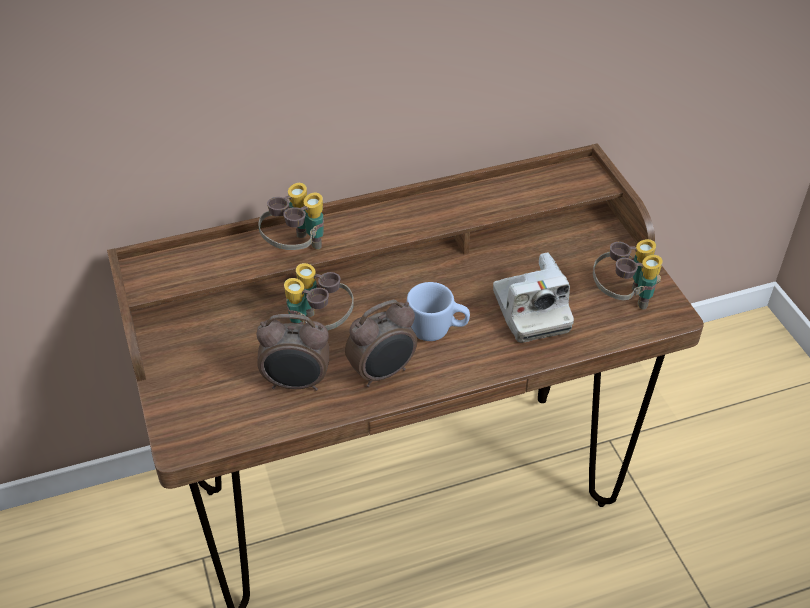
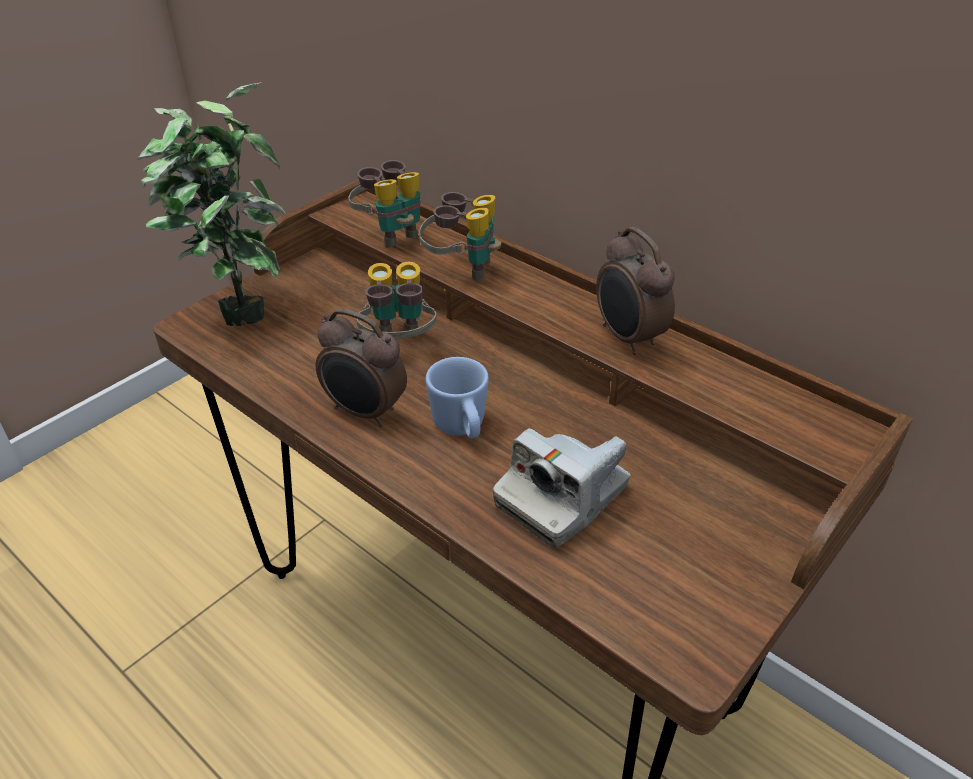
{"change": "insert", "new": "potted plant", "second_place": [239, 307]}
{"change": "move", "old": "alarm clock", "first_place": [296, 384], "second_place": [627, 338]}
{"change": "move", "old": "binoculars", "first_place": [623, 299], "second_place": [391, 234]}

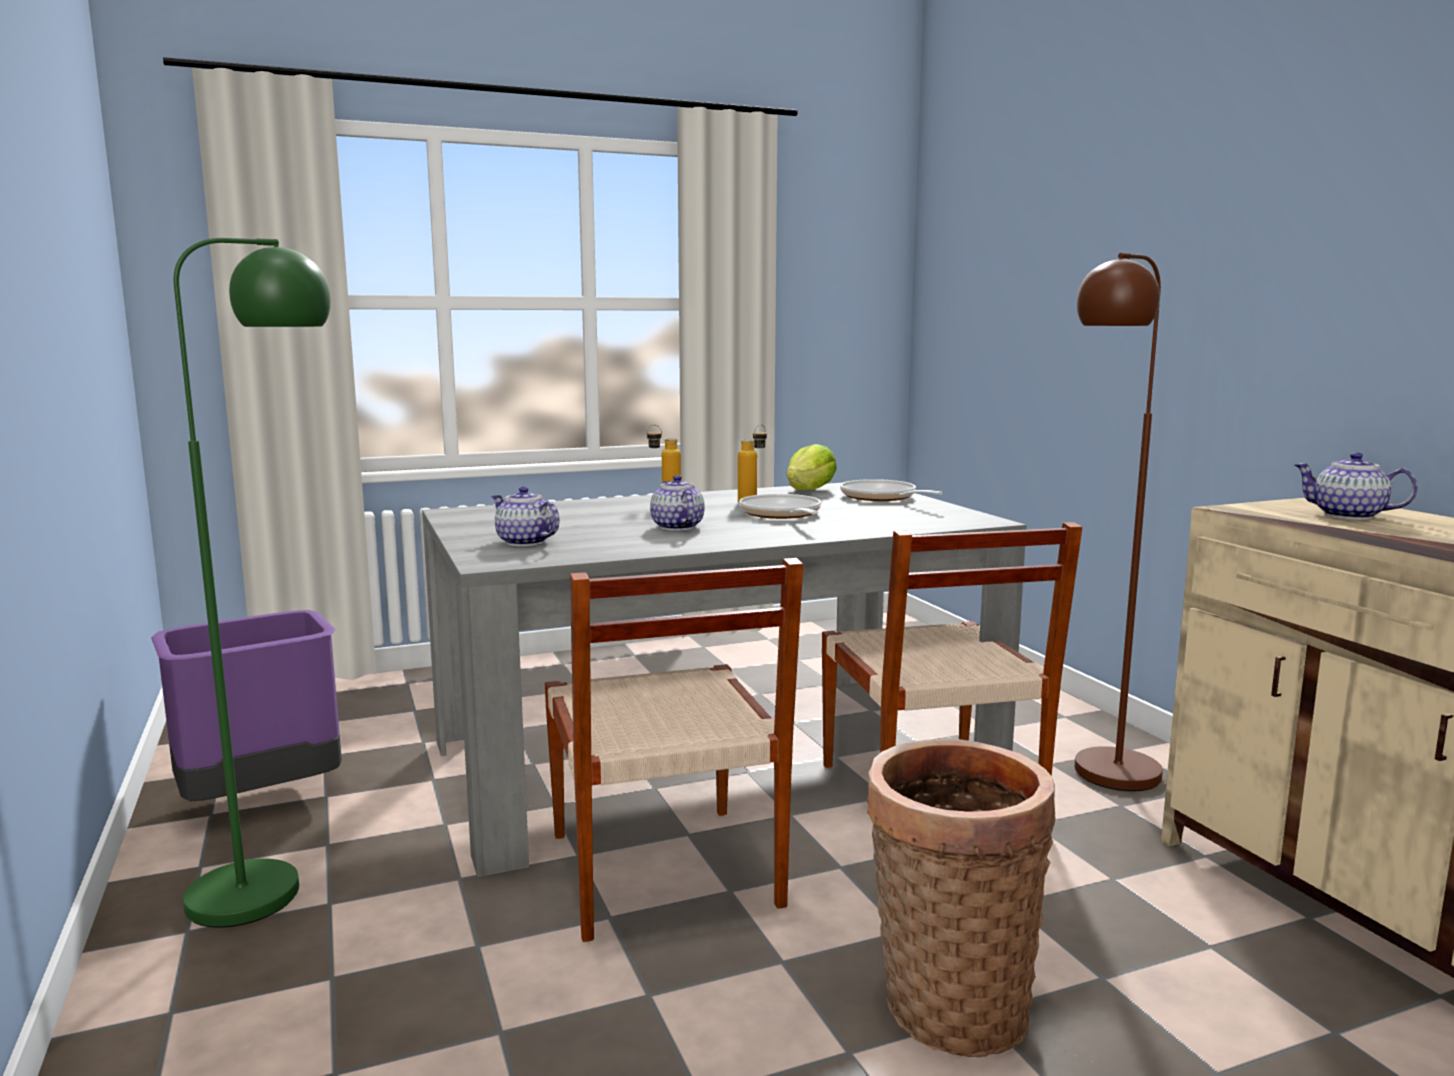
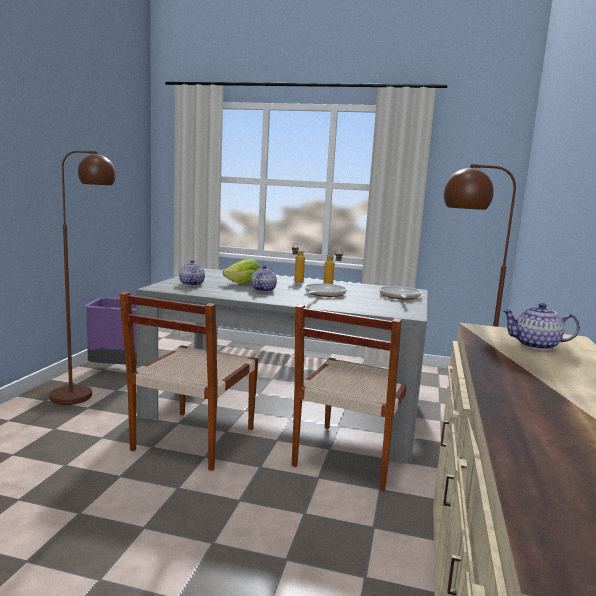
{"change": "delete", "old": "basket", "first_place": [947, 1004]}
{"change": "move", "old": "lettuce", "first_place": [810, 490], "second_place": [244, 284]}
{"change": "recolor", "old": "green floor lamp", "new": "brown floor lamp", "first_place": [278, 888], "second_place": [83, 398]}
{"change": "rotate", "old": "teapot", "first_place": [1349, 516], "second_place": [536, 346], "degrees": -60}

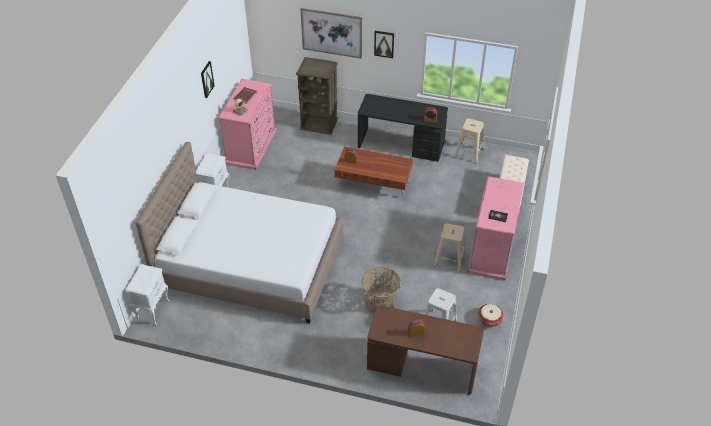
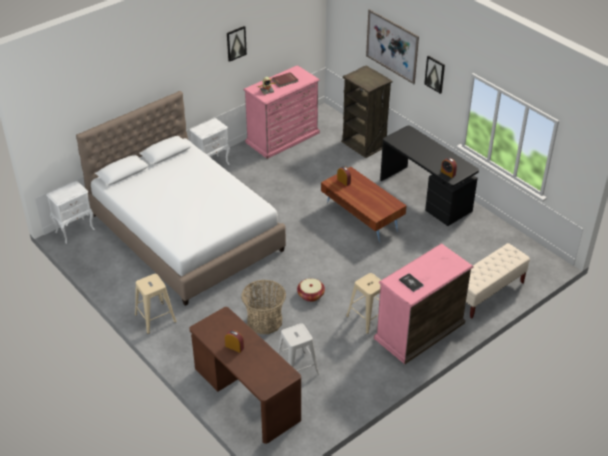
{"change": "move", "old": "beige stool", "first_place": [469, 153], "second_place": [155, 318]}
{"change": "move", "old": "basket", "first_place": [489, 319], "second_place": [310, 295]}

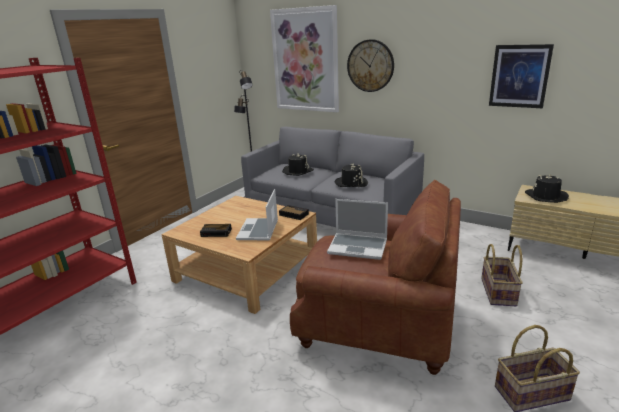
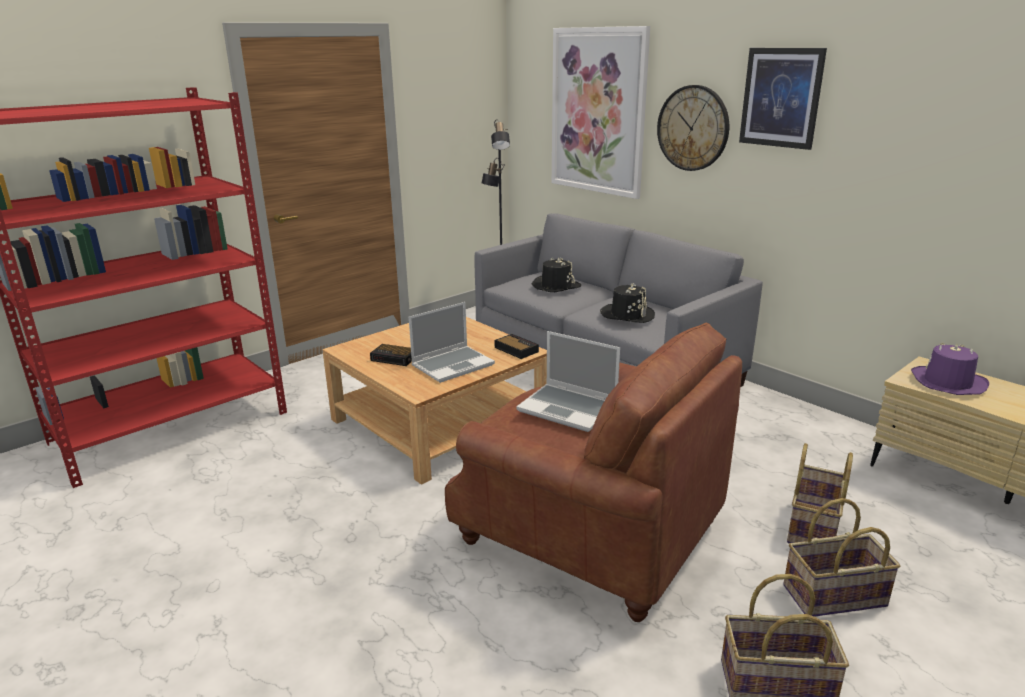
{"change": "insert", "new": "basket", "second_place": [834, 597]}
{"change": "move", "old": "picture", "first_place": [519, 76], "second_place": [781, 98]}
{"change": "recolor", "old": "black hat", "new": "purple hat", "first_place": [545, 196], "second_place": [947, 382]}
{"change": "rotate", "old": "laptop", "first_place": [258, 230], "second_place": [453, 365], "degrees": -150}

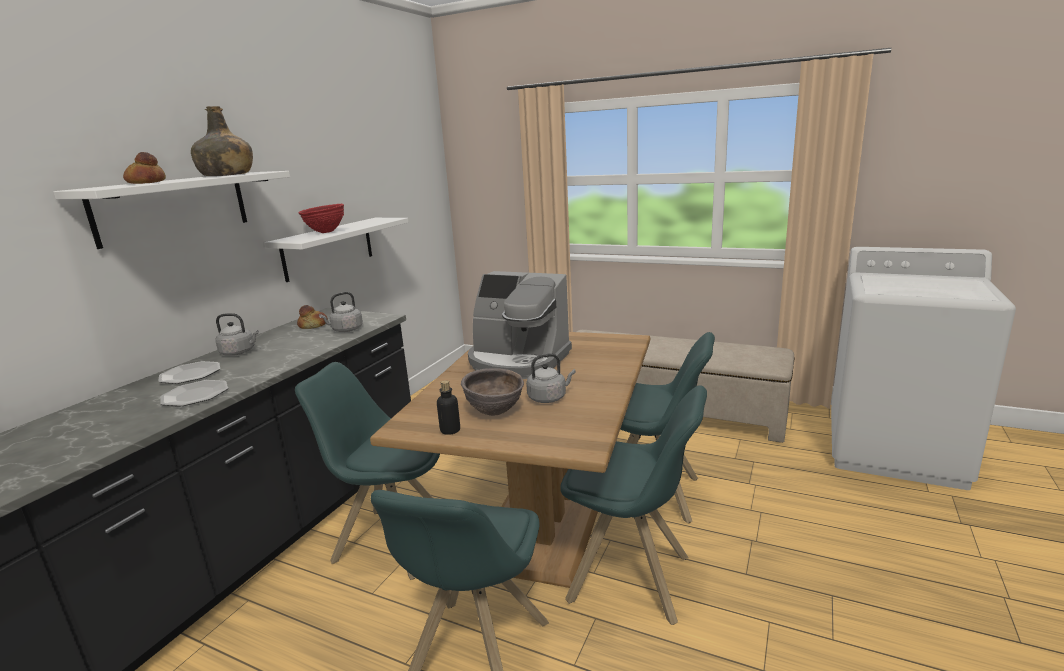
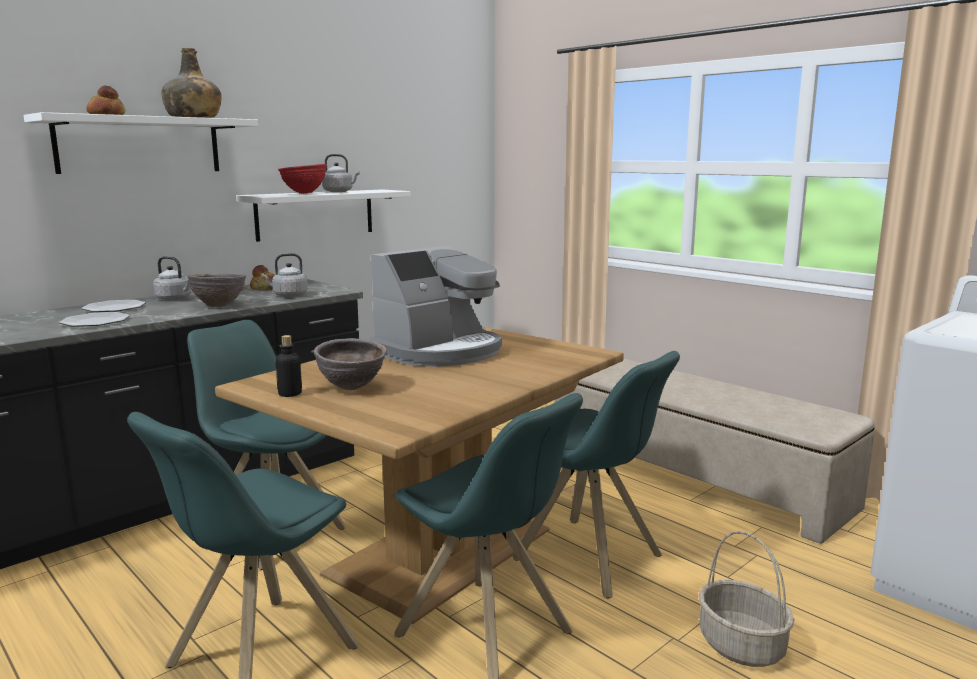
{"change": "insert", "new": "brown bowl", "second_place": [219, 306]}
{"change": "insert", "new": "basket", "second_place": [740, 645]}
{"change": "move", "old": "grey kettle", "first_place": [549, 398], "second_place": [339, 191]}
{"change": "rotate", "old": "coffee machine", "first_place": [518, 361], "second_place": [439, 352], "degrees": -90}

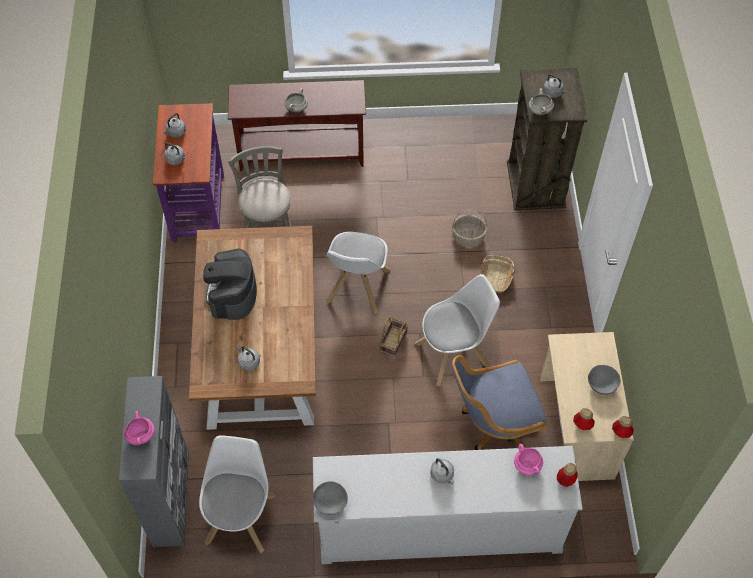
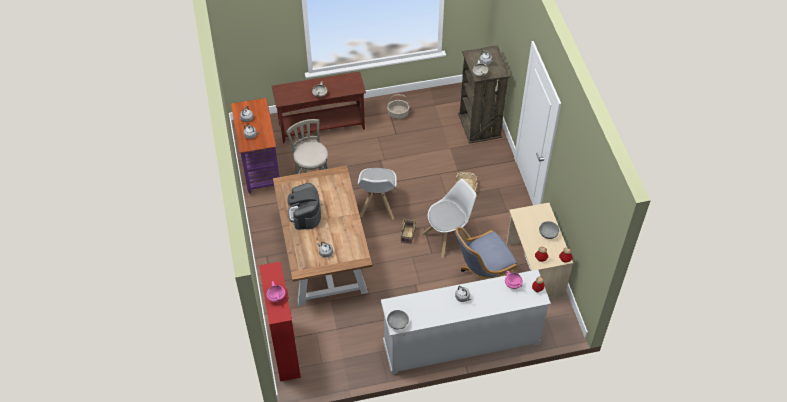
{"change": "delete", "old": "chair", "first_place": [241, 516]}
{"change": "move", "old": "basket", "first_place": [468, 237], "second_place": [398, 114]}
{"change": "recolor", "old": "grey cabinet", "new": "red cabinet", "first_place": [171, 498], "second_place": [285, 350]}

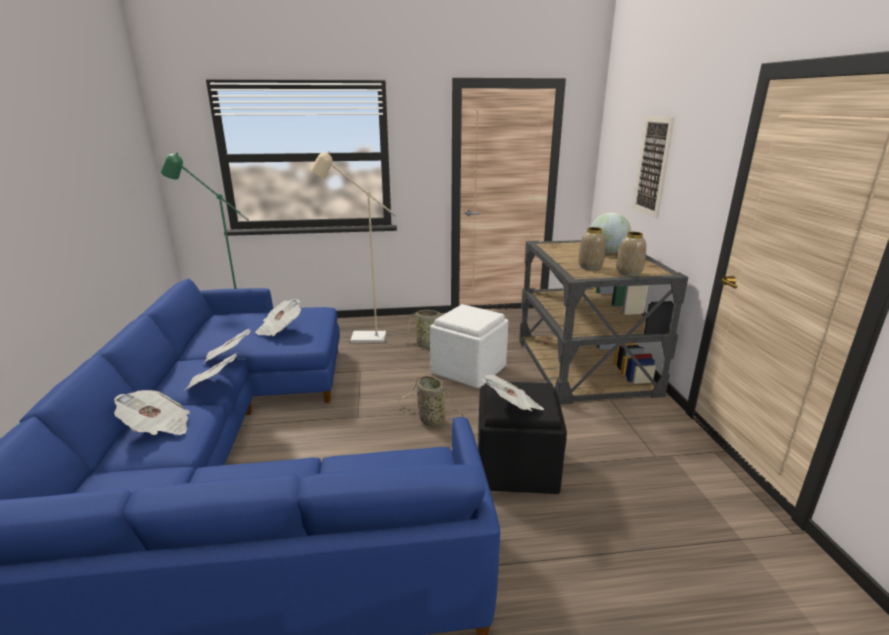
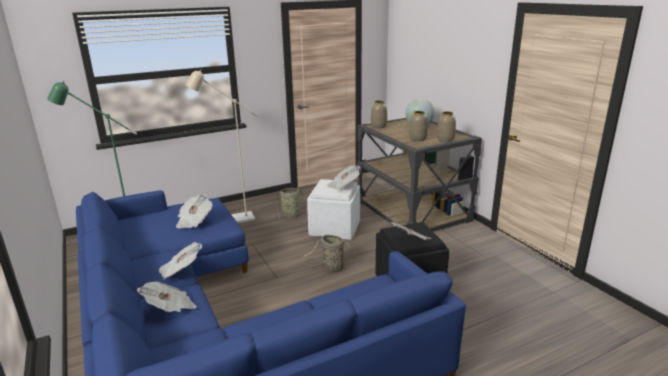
{"change": "delete", "old": "picture", "first_place": [652, 166]}
{"change": "insert", "new": "vase", "second_place": [378, 126]}
{"change": "move", "old": "newspaper", "first_place": [228, 357], "second_place": [343, 185]}

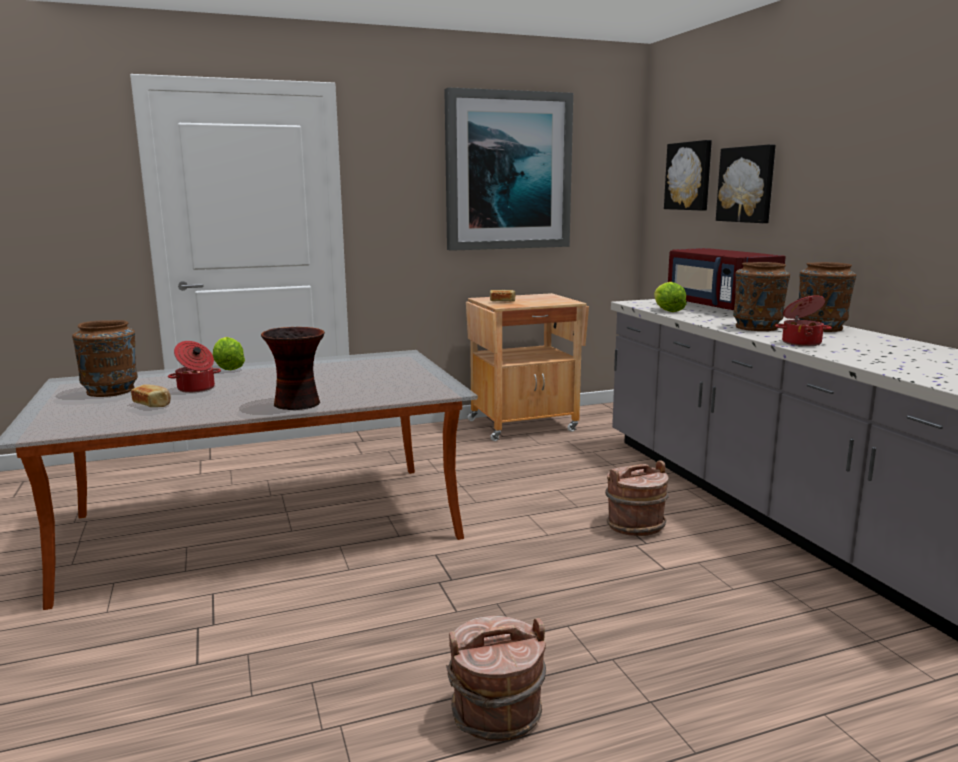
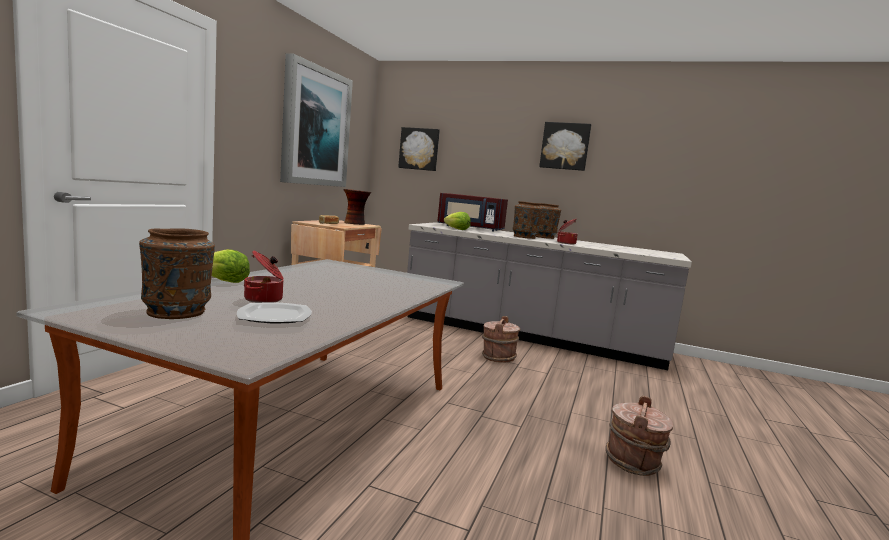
{"change": "move", "old": "vase", "first_place": [298, 404], "second_place": [355, 223]}
{"change": "move", "old": "picture", "first_place": [747, 184], "second_place": [565, 146]}
{"change": "replace", "old": "bread", "new": "plate", "first_place": [153, 404], "second_place": [275, 316]}

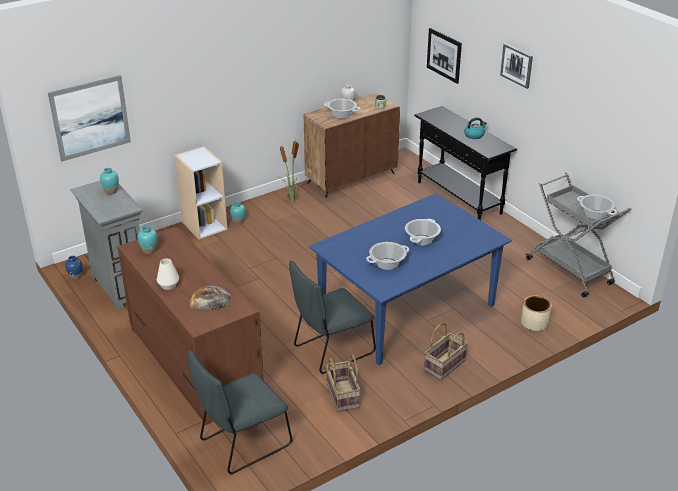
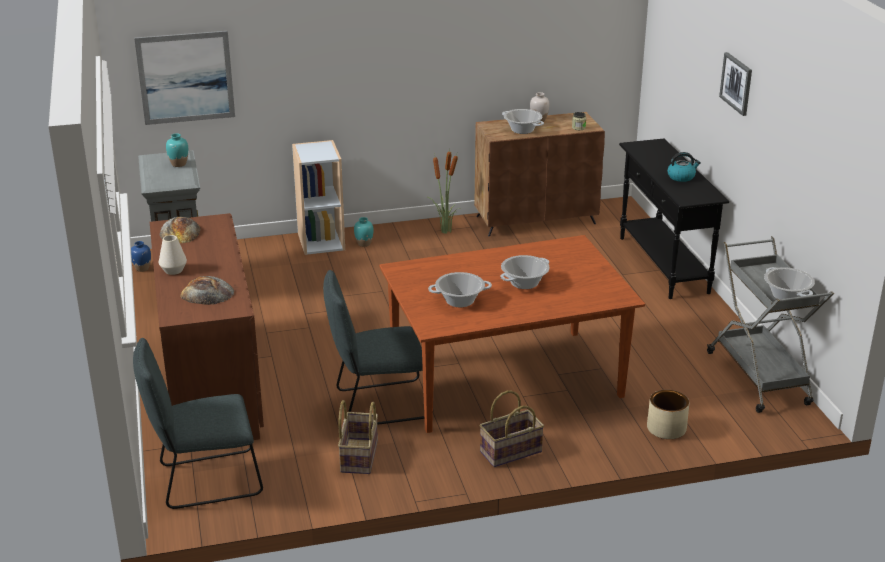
{"change": "delete", "old": "picture", "first_place": [444, 55]}
{"change": "replace", "old": "turquoise vase", "new": "bread", "first_place": [149, 251], "second_place": [180, 232]}
{"change": "recolor", "old": "blue dining table", "new": "brown dining table", "first_place": [407, 309], "second_place": [506, 379]}

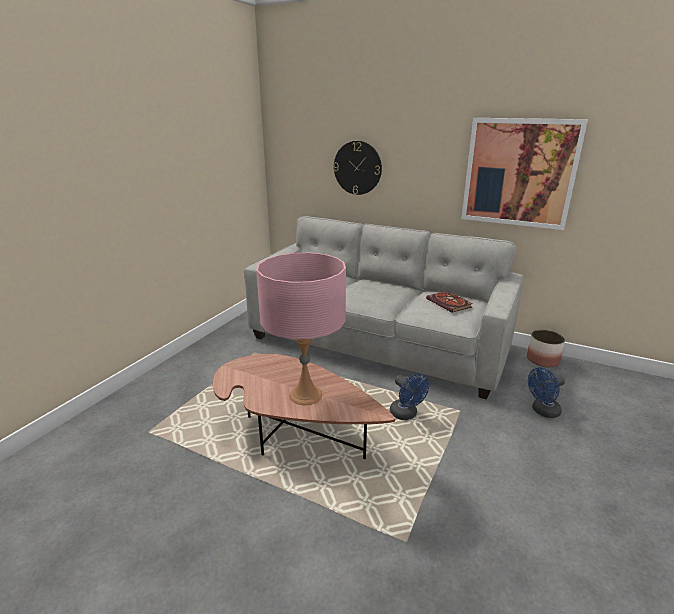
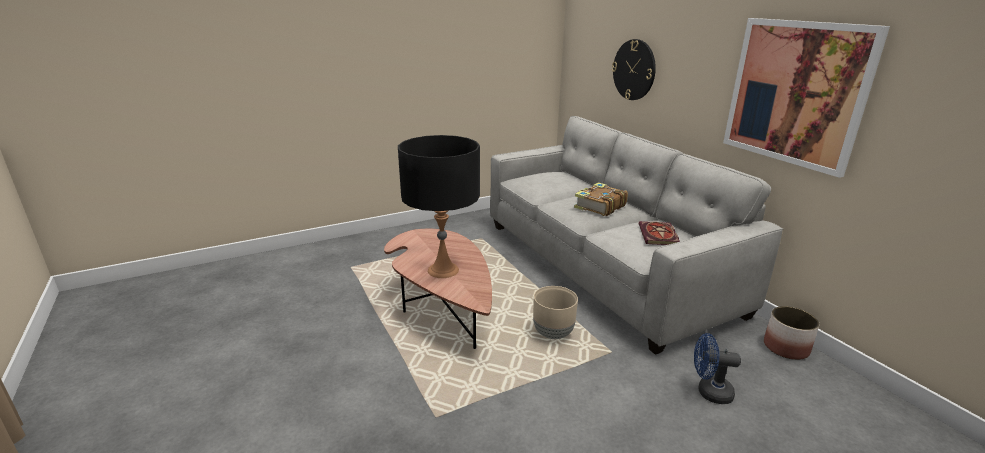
{"change": "insert", "new": "book", "second_place": [599, 206]}
{"change": "replace", "old": "blue fan", "new": "beige planter", "first_place": [406, 414], "second_place": [553, 333]}
{"change": "recolor", "old": "pink table lamp", "new": "black table lamp", "first_place": [306, 395], "second_place": [443, 270]}

